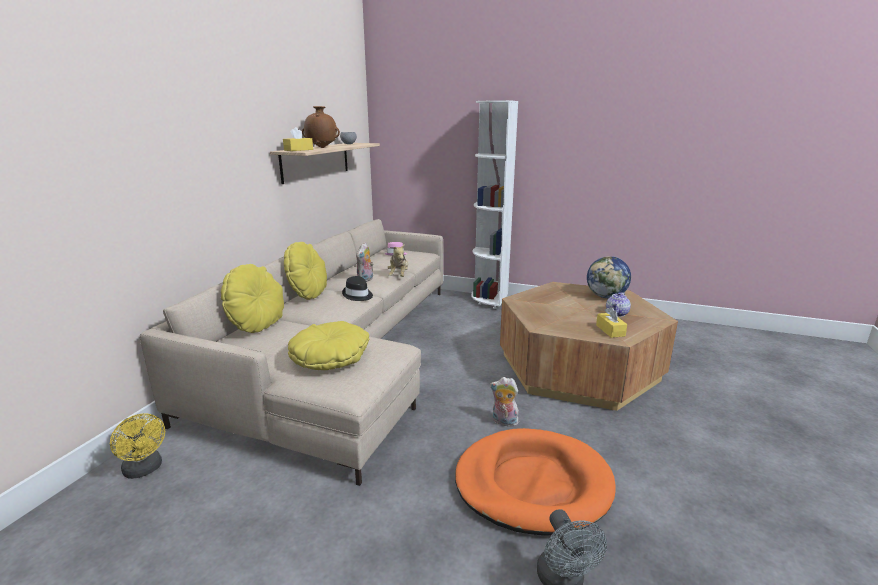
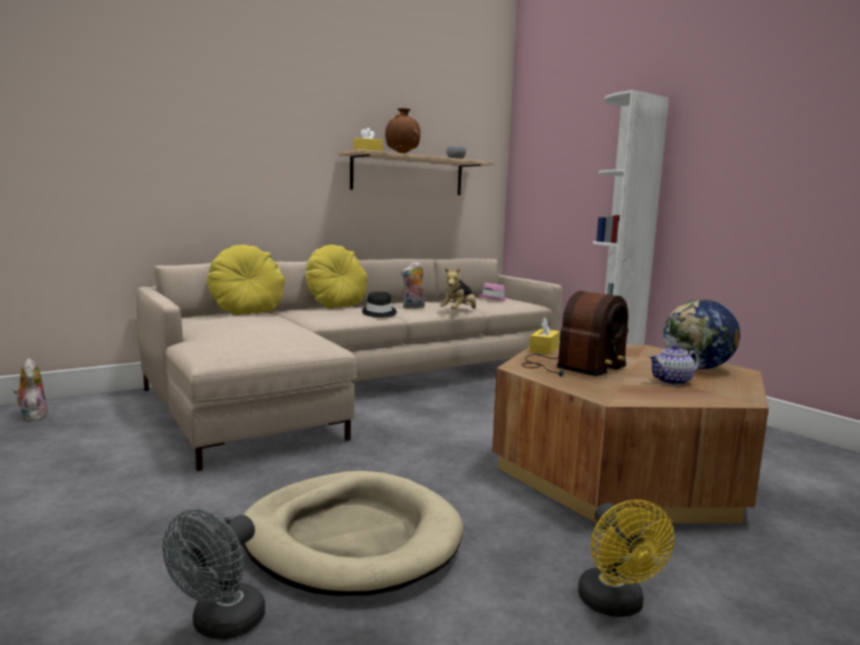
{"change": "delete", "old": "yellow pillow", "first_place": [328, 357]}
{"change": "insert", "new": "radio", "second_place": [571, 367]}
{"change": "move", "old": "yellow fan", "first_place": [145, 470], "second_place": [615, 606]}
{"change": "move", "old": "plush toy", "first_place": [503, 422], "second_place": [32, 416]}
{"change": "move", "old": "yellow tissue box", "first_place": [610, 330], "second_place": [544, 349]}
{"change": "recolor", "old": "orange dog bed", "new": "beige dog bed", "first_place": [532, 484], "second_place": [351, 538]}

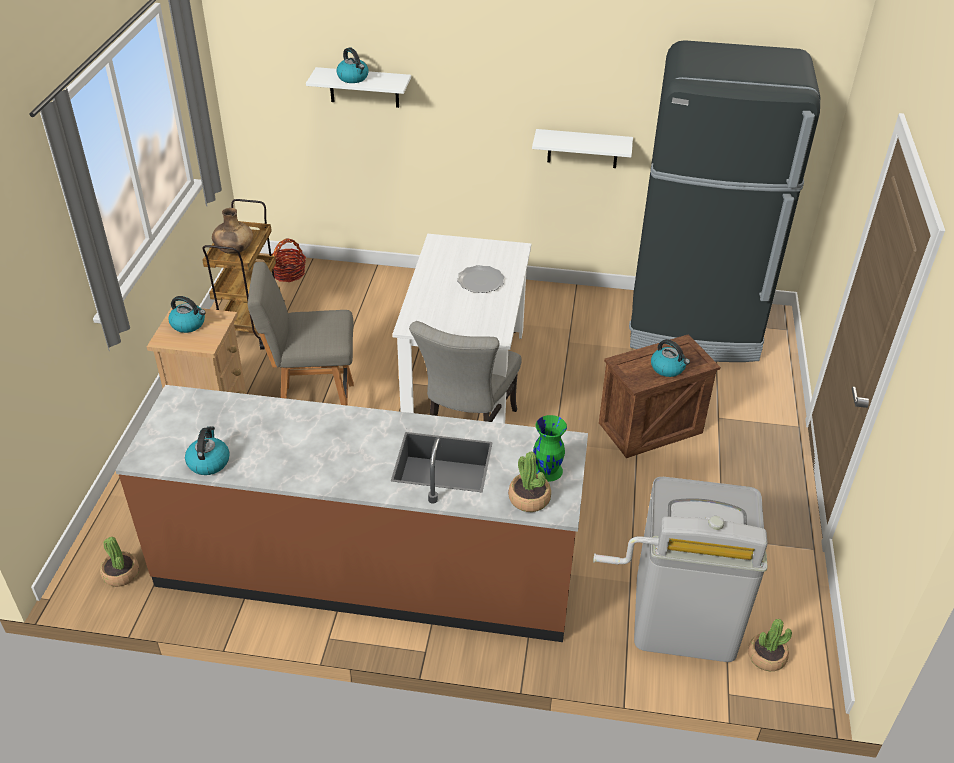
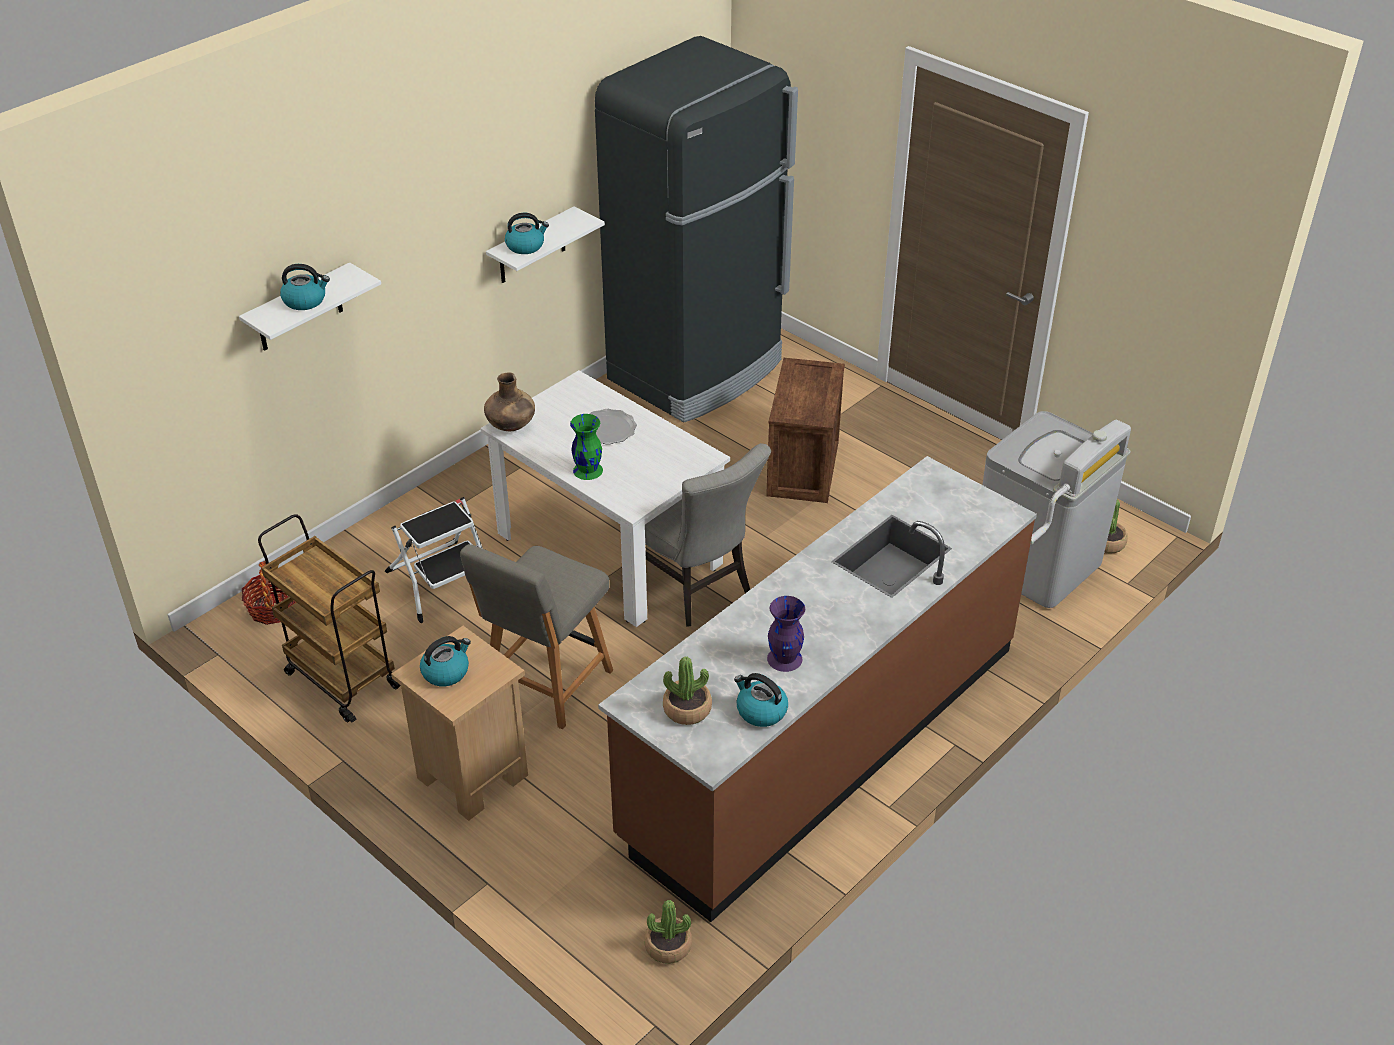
{"change": "insert", "new": "step ladder", "second_place": [442, 581]}
{"change": "insert", "new": "purple vase", "second_place": [785, 659]}
{"change": "move", "old": "brown vase", "first_place": [234, 250], "second_place": [511, 426]}
{"change": "move", "old": "potted plant", "first_place": [529, 498], "second_place": [687, 709]}
{"change": "move", "old": "green vase", "first_place": [547, 470], "second_place": [587, 470]}
{"change": "move", "old": "kettle", "first_place": [668, 368], "second_place": [526, 246]}

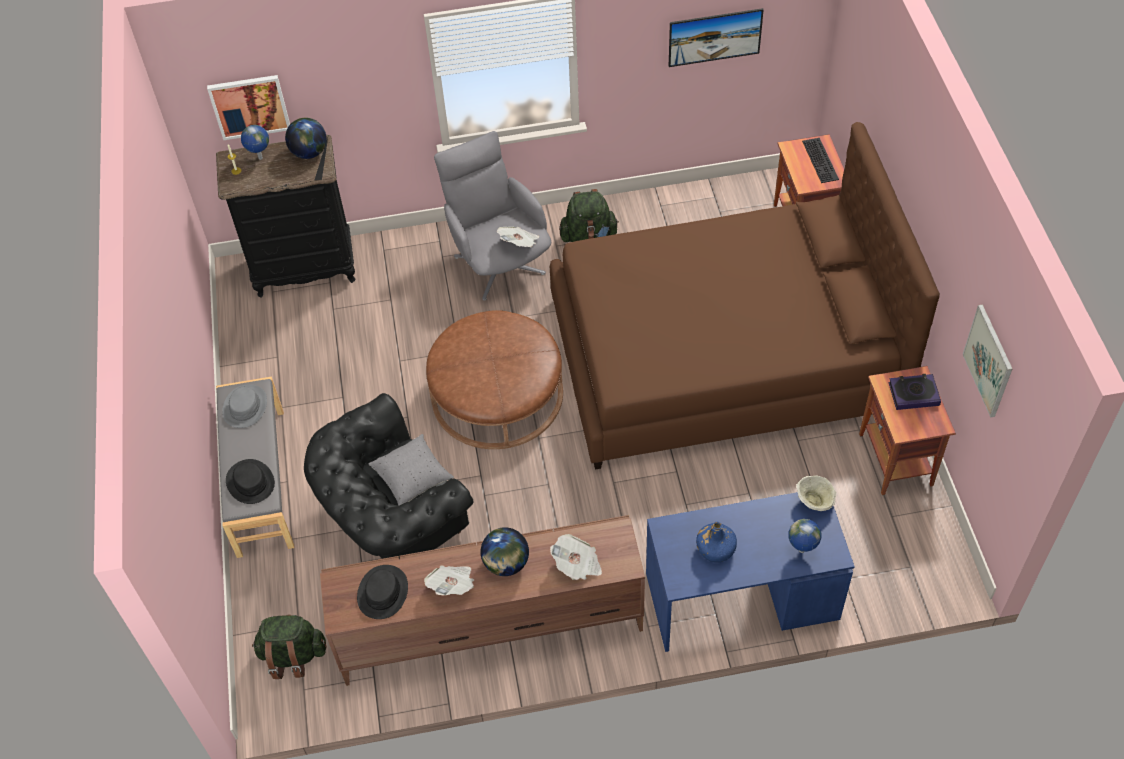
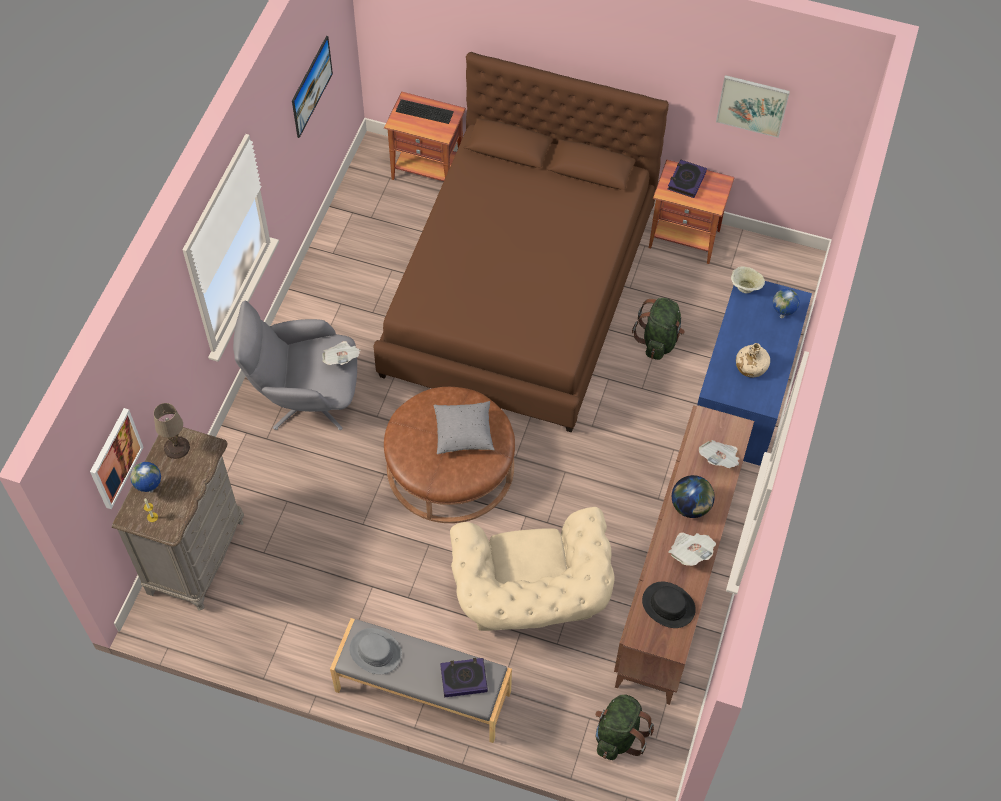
{"change": "move", "old": "grey pillow", "first_place": [412, 477], "second_place": [463, 433]}
{"change": "move", "old": "green backpack", "first_place": [588, 236], "second_place": [658, 340]}
{"change": "replace", "old": "black hat", "new": "book", "first_place": [250, 482], "second_place": [463, 678]}
{"change": "replace", "old": "globe", "new": "beige table lamp", "first_place": [309, 152], "second_place": [176, 447]}
{"change": "recolor", "old": "black dresser", "new": "beige dresser", "first_place": [305, 270], "second_place": [198, 557]}
{"change": "recolor", "old": "black armchair", "new": "beige armchair", "first_place": [393, 521], "second_place": [531, 601]}
{"change": "recolor", "old": "blue bottle", "new": "beige bottle", "first_place": [715, 549], "second_place": [750, 367]}

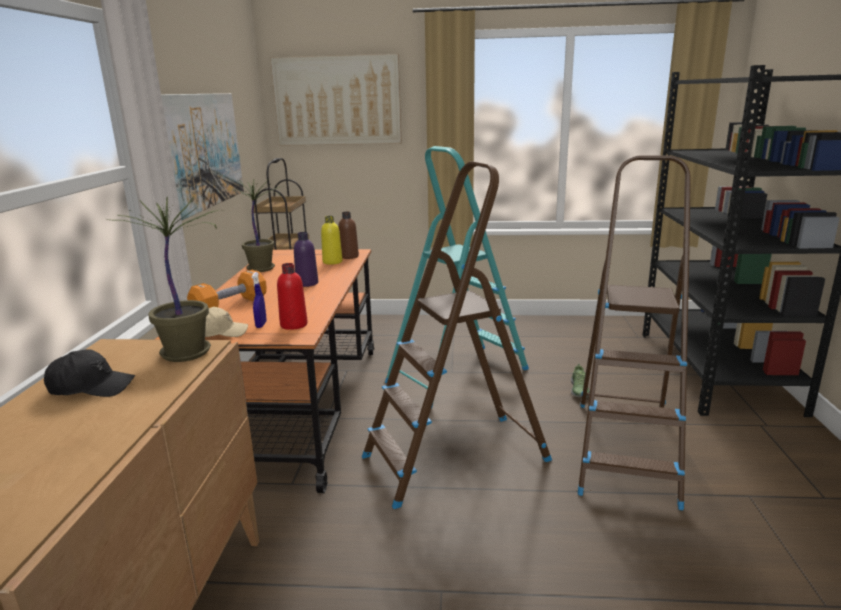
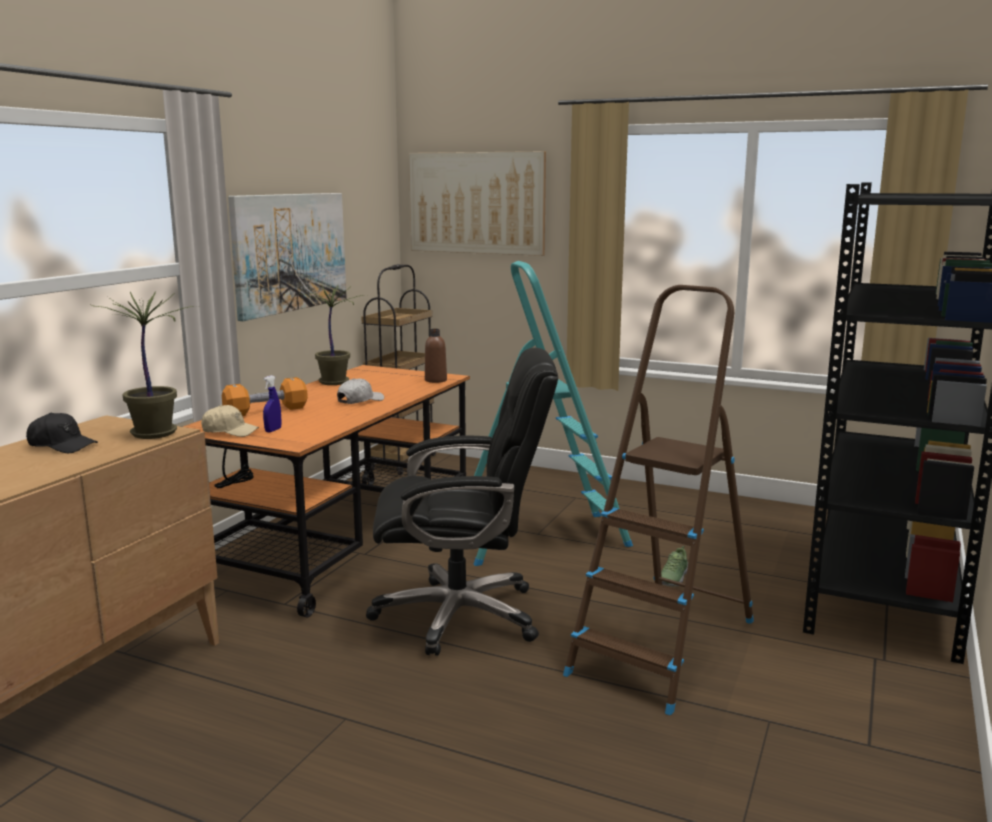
{"change": "delete", "old": "red bottle", "first_place": [294, 325]}
{"change": "delete", "old": "yellow bottle", "first_place": [332, 262]}
{"change": "replace", "old": "purple bottle", "new": "white cap", "first_place": [307, 283], "second_place": [360, 401]}
{"change": "replace", "old": "brown step ladder", "new": "black office chair", "first_place": [454, 458], "second_place": [461, 615]}

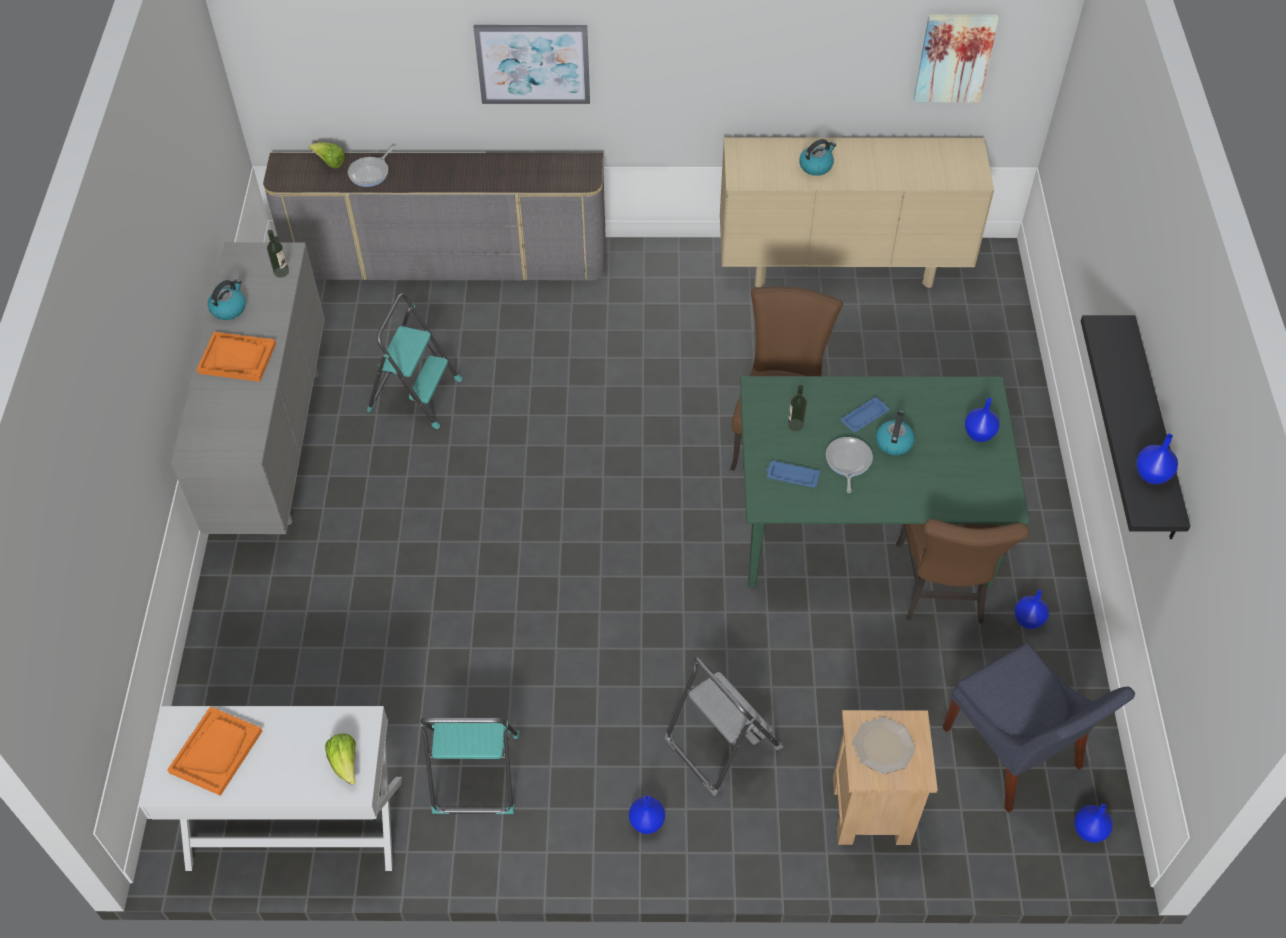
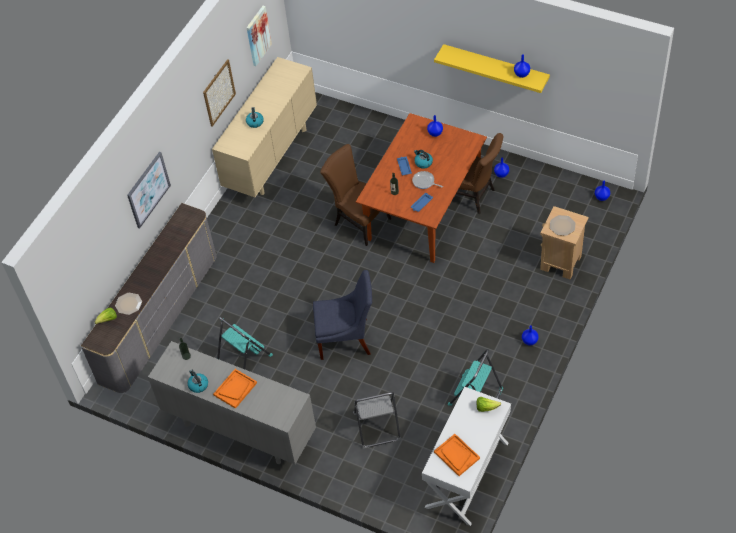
{"change": "insert", "new": "picture", "second_place": [218, 92]}
{"change": "move", "old": "grey step ladder", "first_place": [719, 744], "second_place": [377, 428]}
{"change": "move", "old": "blue chair", "first_place": [1015, 753], "second_place": [347, 339]}
{"change": "replace", "old": "frying pan", "new": "plate", "first_place": [371, 173], "second_place": [129, 304]}
{"change": "recolor", "old": "green dining table", "new": "brown dining table", "first_place": [862, 525], "second_place": [424, 210]}
{"change": "recolor", "old": "black shelf", "new": "yellow shelf", "first_place": [1154, 430], "second_place": [495, 66]}

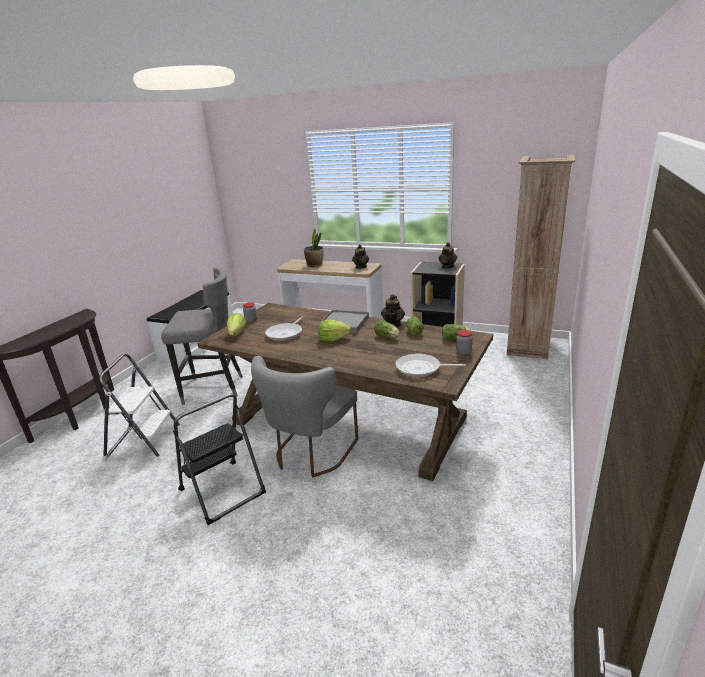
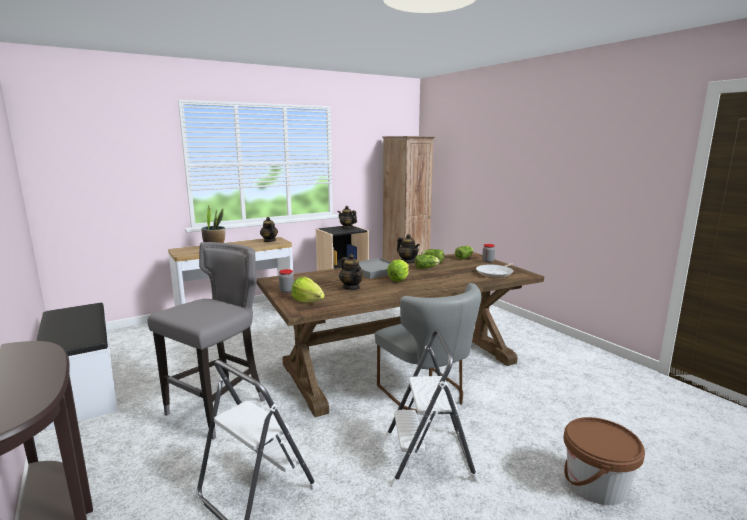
{"change": "insert", "new": "brown bucket", "second_place": [596, 485]}
{"change": "replace", "old": "frying pan", "new": "teapot", "first_place": [285, 333], "second_place": [351, 287]}
{"change": "recolor", "old": "black step ladder", "new": "white step ladder", "first_place": [223, 492], "second_place": [432, 457]}

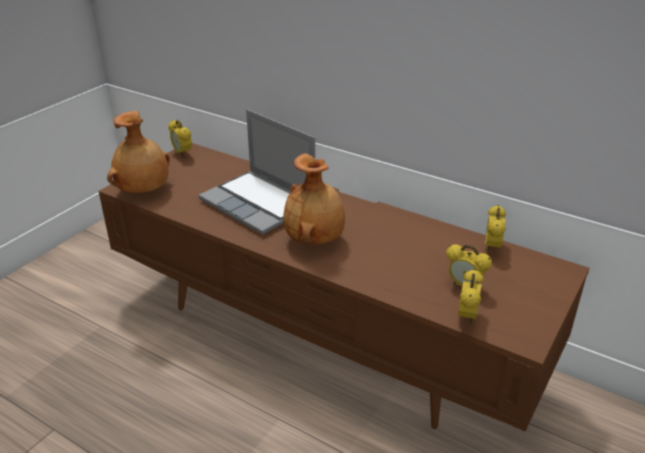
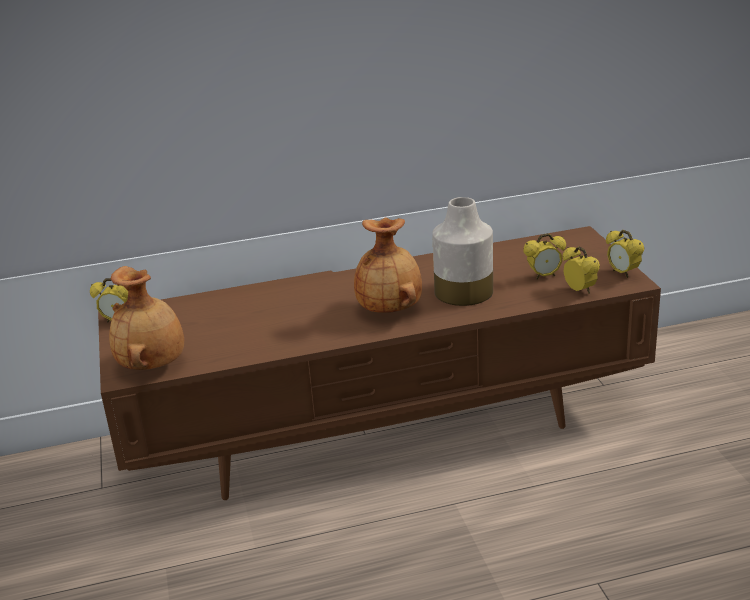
{"change": "delete", "old": "laptop", "first_place": [260, 203]}
{"change": "insert", "new": "beige vase", "second_place": [463, 291]}
{"change": "move", "old": "alarm clock", "first_place": [492, 247], "second_place": [623, 273]}

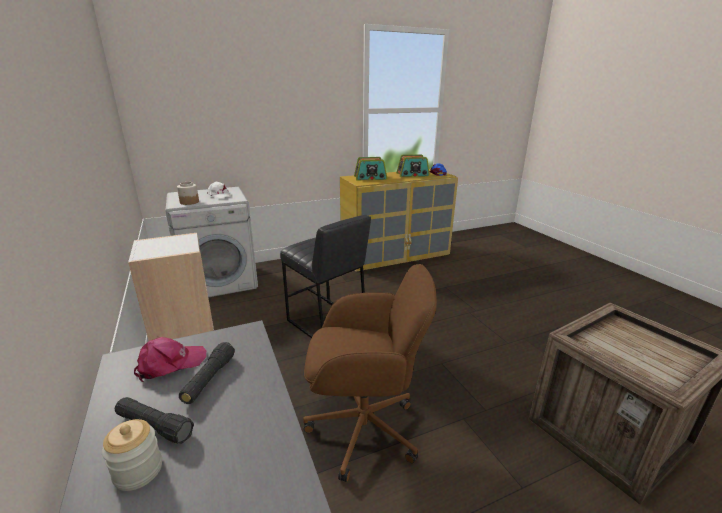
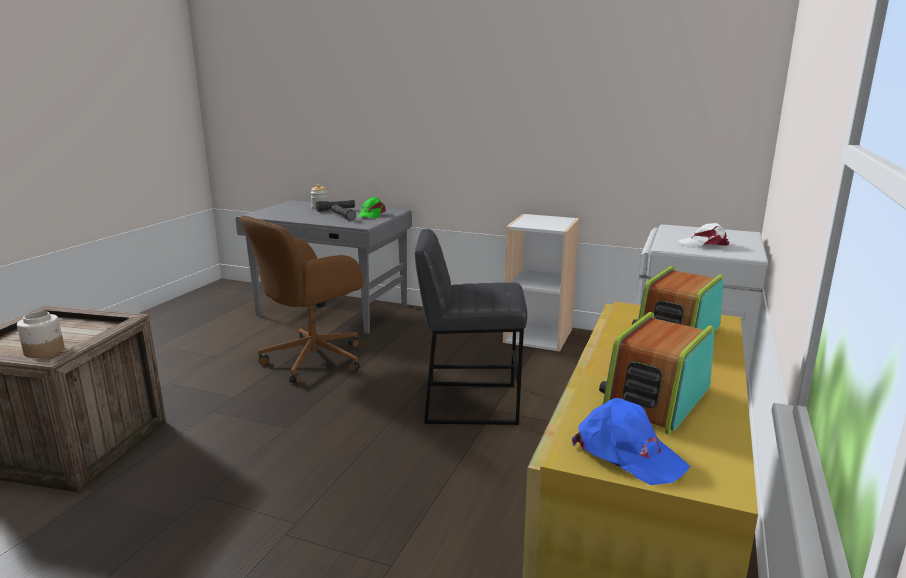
{"change": "move", "old": "jar", "first_place": [189, 202], "second_place": [45, 350]}
{"change": "recolor", "old": "pink cap", "new": "green cap", "first_place": [170, 363], "second_place": [371, 214]}

